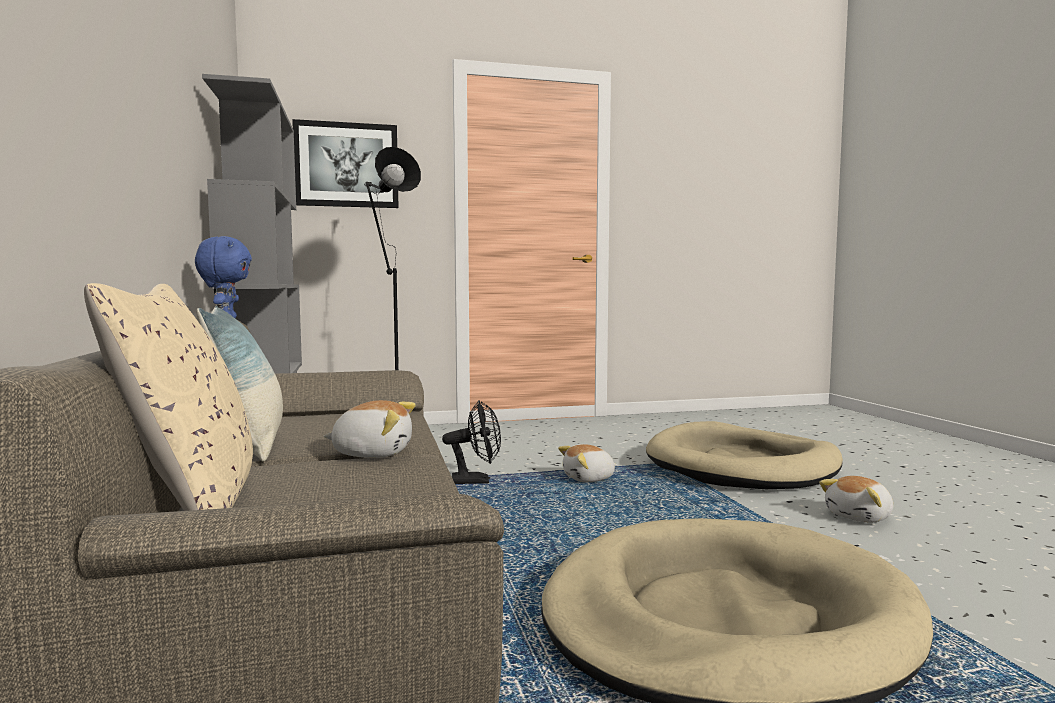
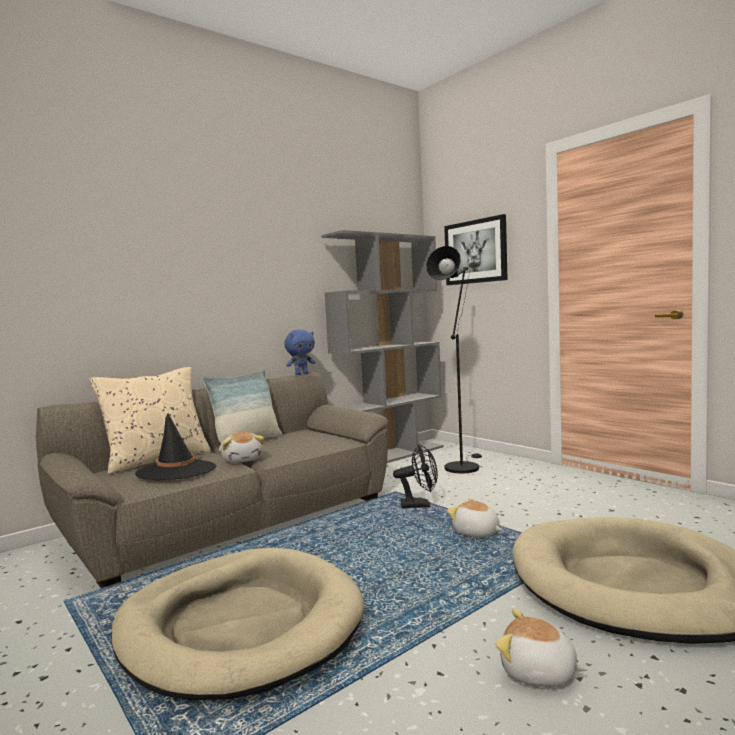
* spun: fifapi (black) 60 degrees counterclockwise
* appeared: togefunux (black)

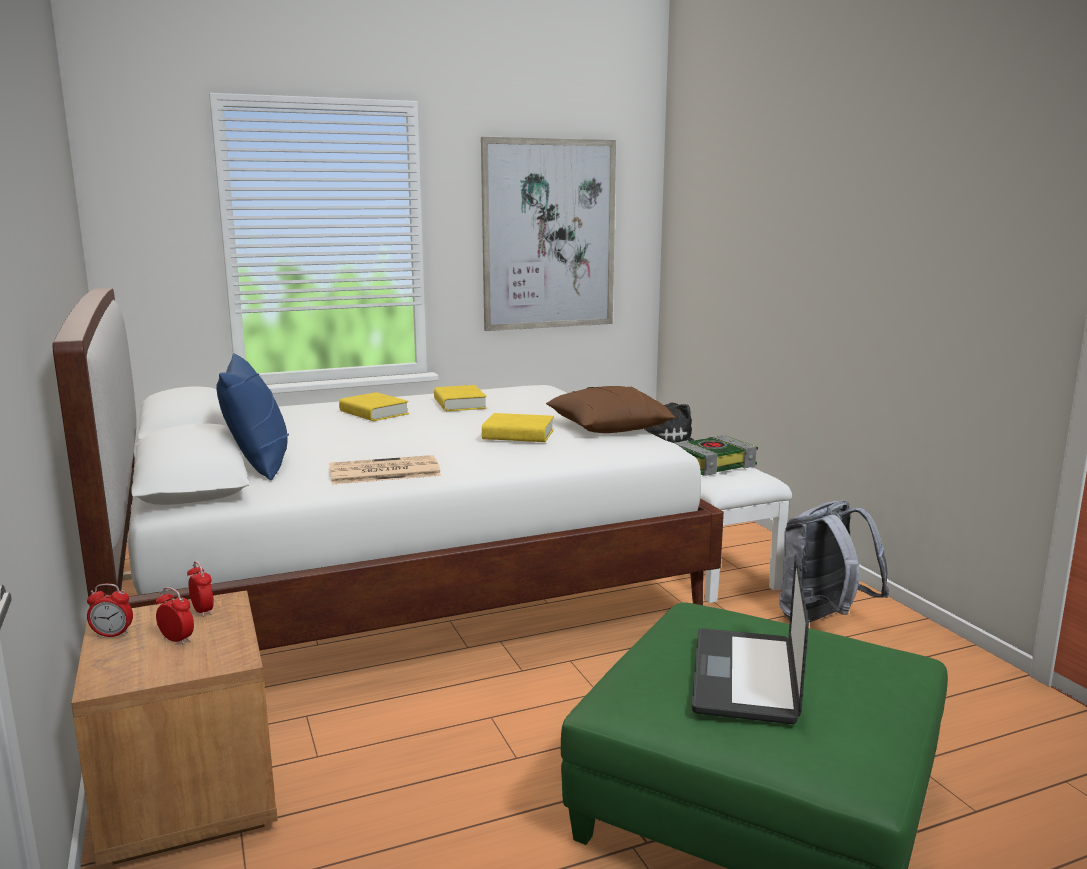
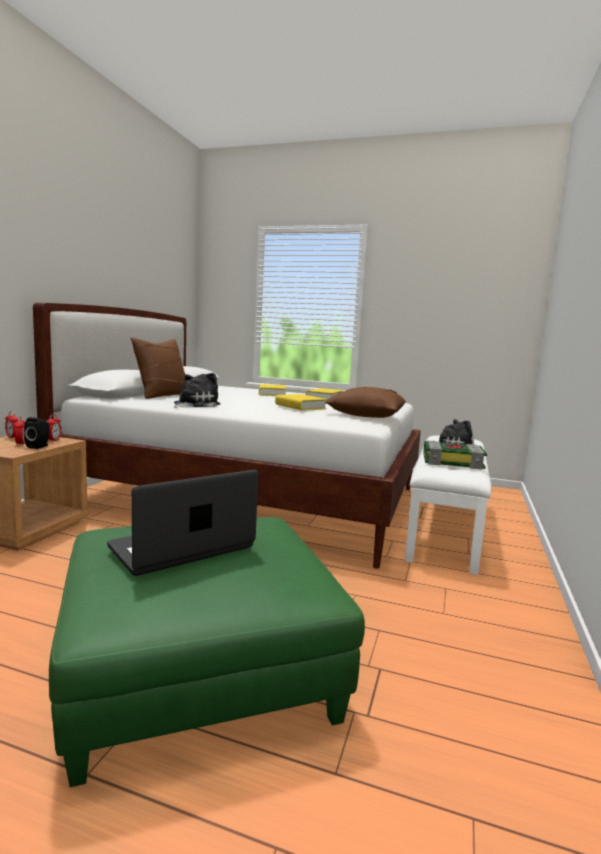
* colour: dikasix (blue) to dikasix (brown) (no. 1 from left)
* exchanged: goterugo to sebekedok (no. 1 from left)
* missing: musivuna
* missing: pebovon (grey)
* appeared: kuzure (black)

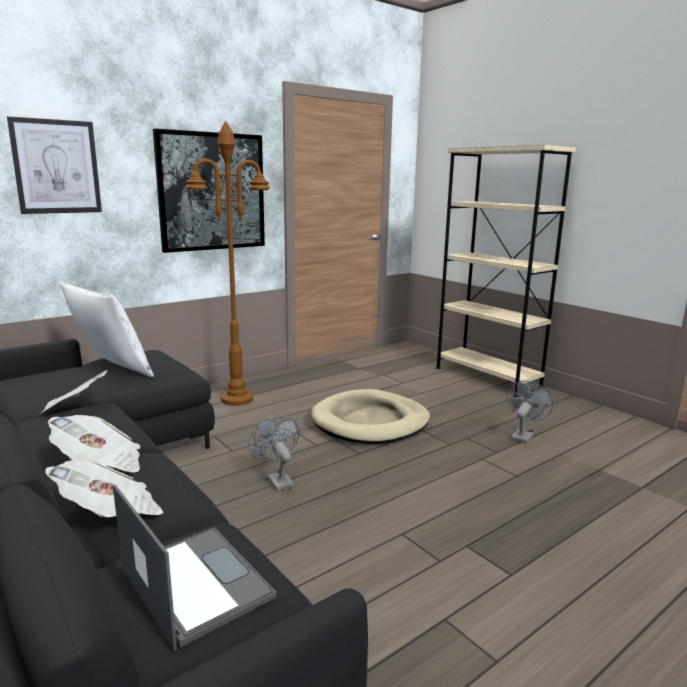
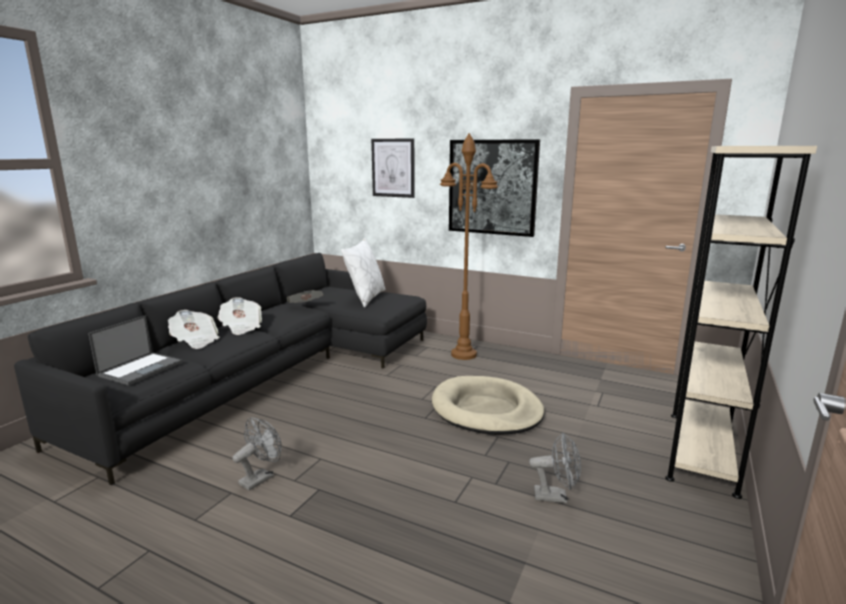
* relocated: fifapi (grey) (no. 1 from left)

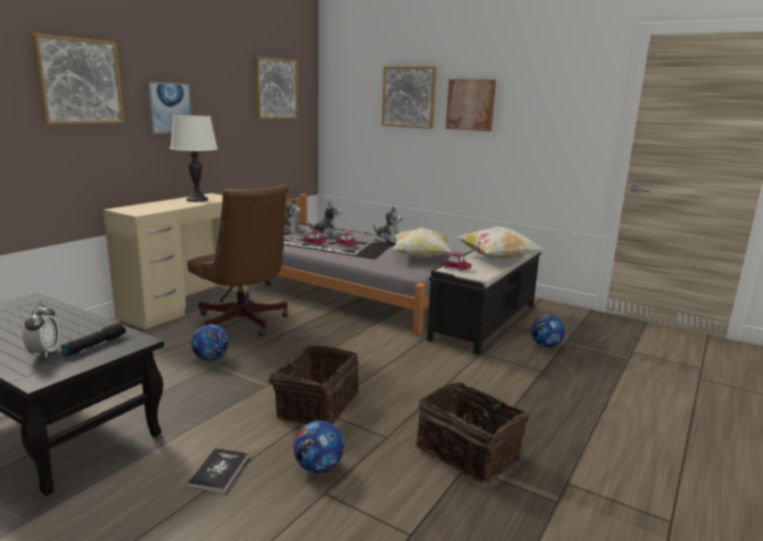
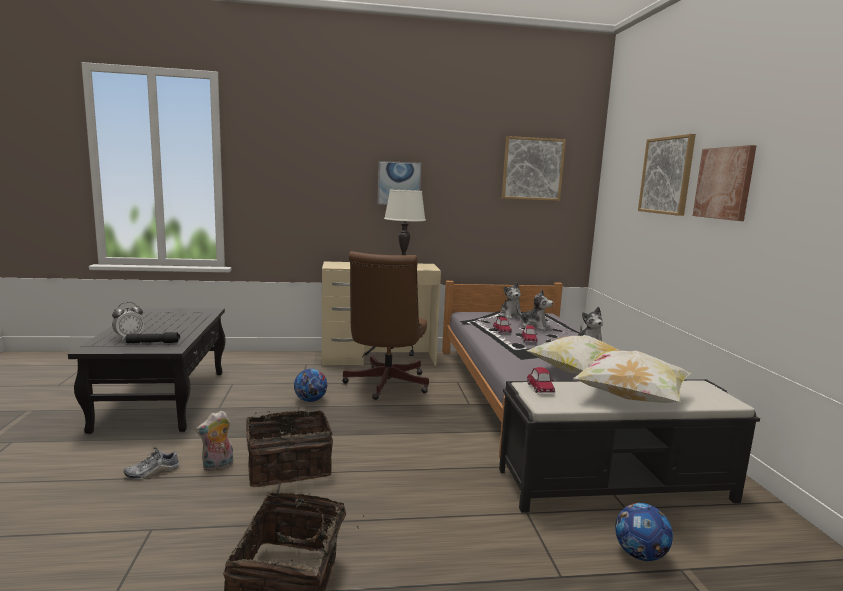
* missing: musivuna (no. 1 from left)
* exchanged: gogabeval to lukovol
* missing: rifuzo (no. 2 from left)
* appeared: sebekedok (no. 1 from left)

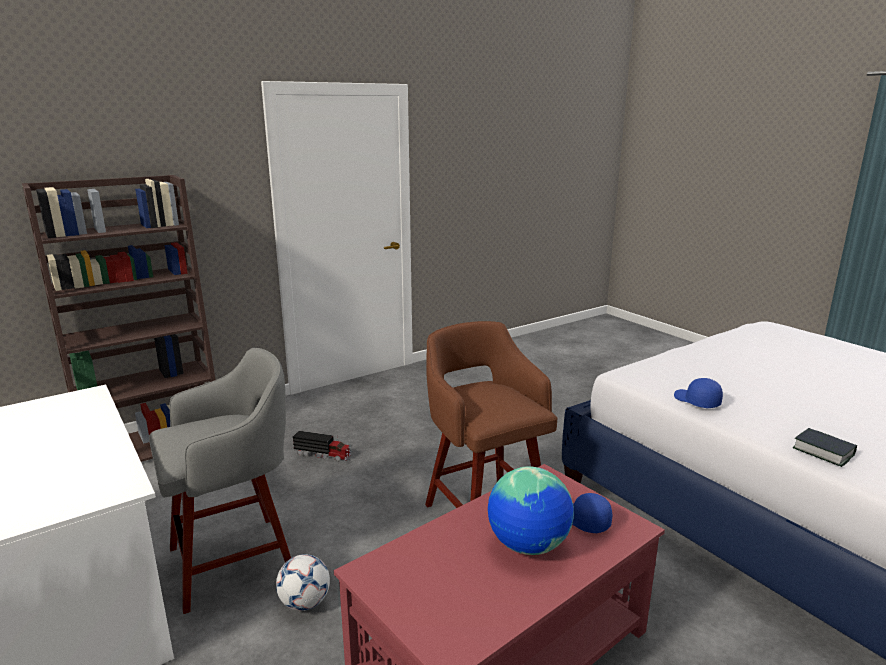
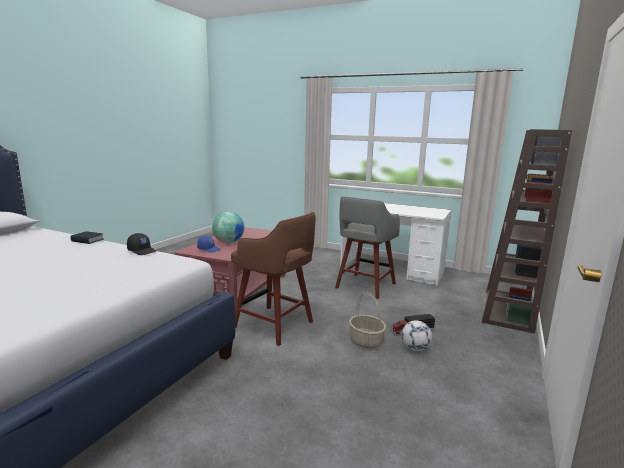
* relocated: rifuzo
* colour: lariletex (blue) (no. 2 from left) to lariletex (black)
* appeared: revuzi

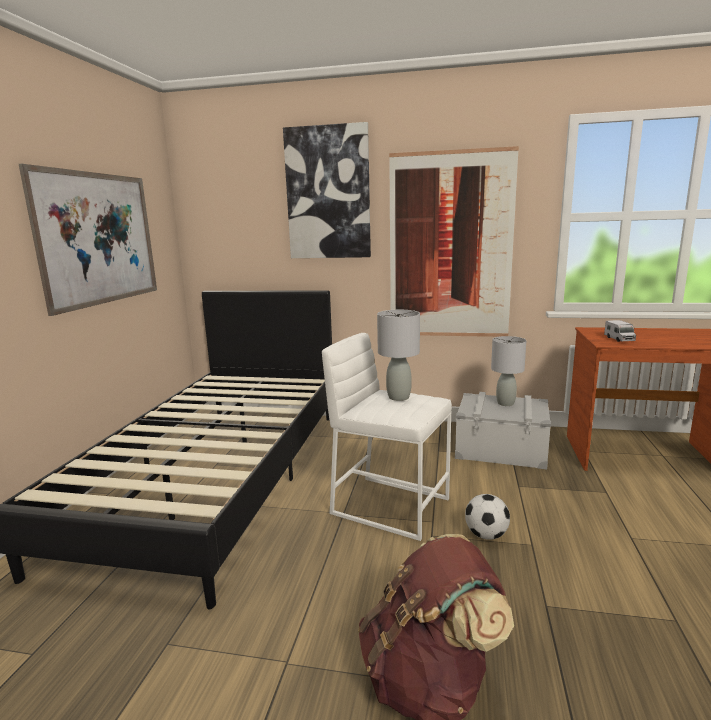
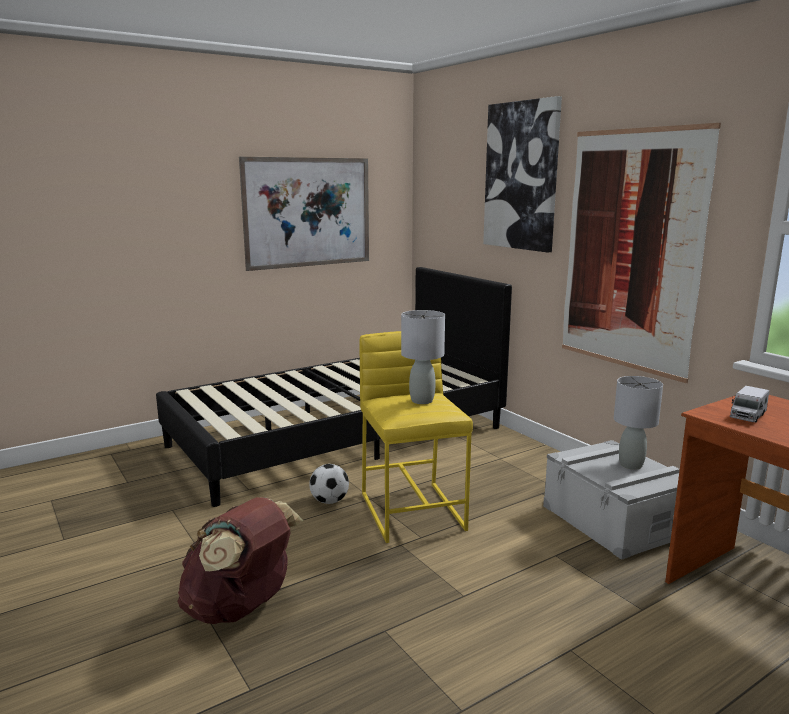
* colour: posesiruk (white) to posesiruk (yellow)
* relocated: rifuzo

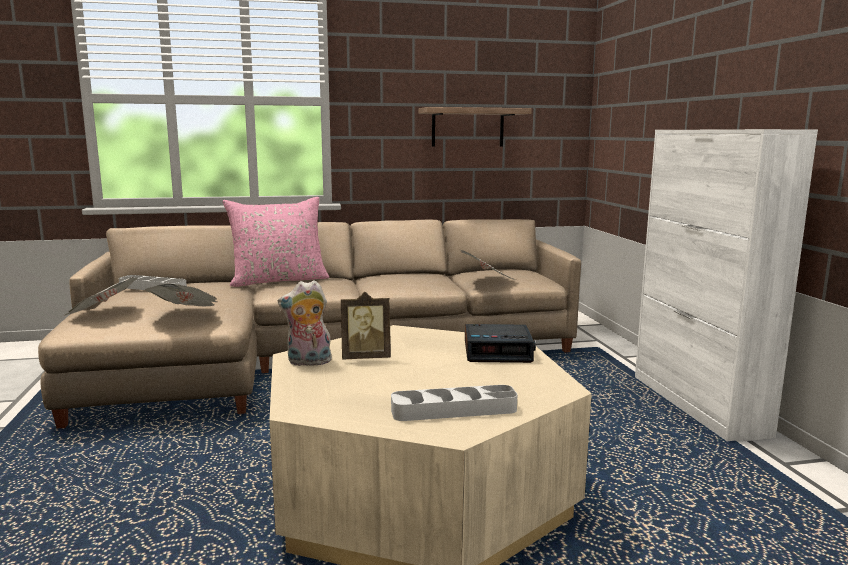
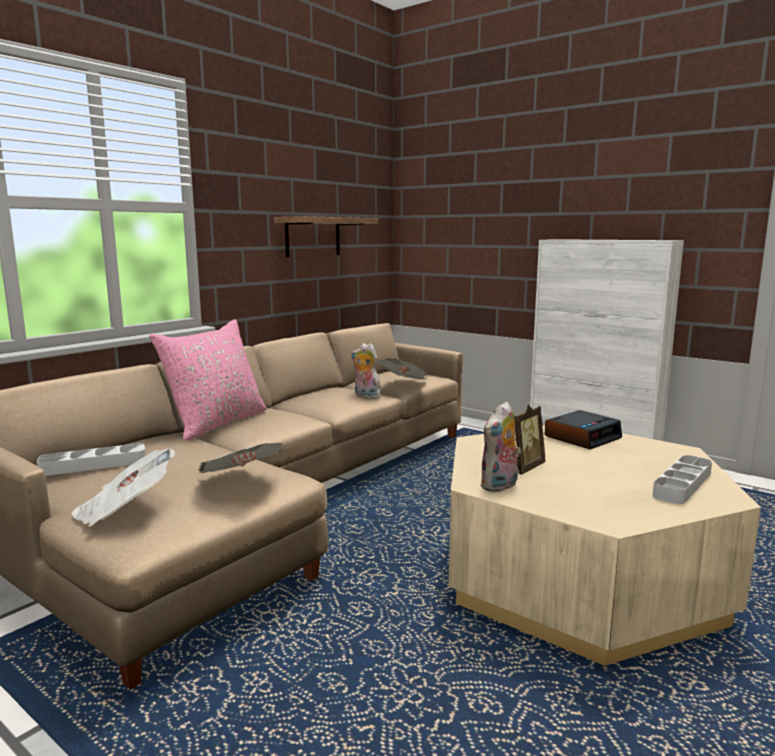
* appeared: sebekedok (no. 1 from left)

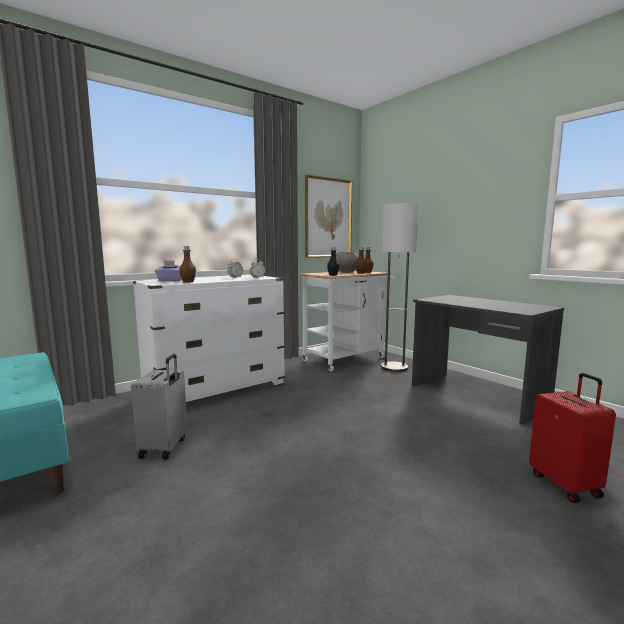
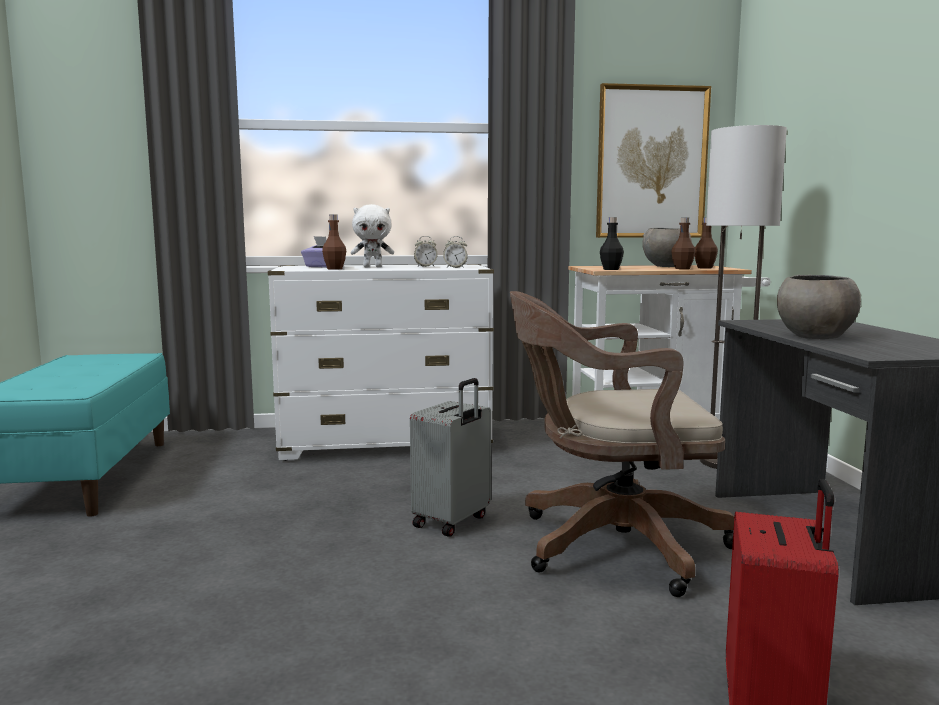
* relocated: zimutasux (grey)
* appeared: sebekedok (white)
* appeared: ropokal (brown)
* appeared: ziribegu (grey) (no. 2 from left)

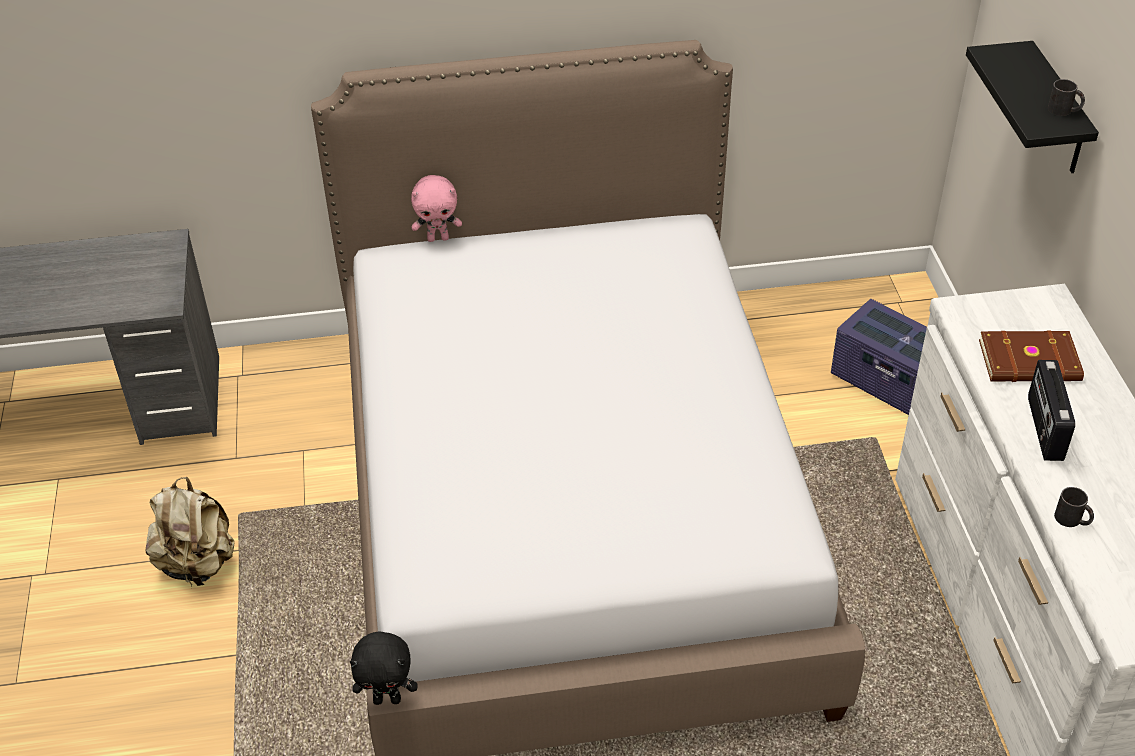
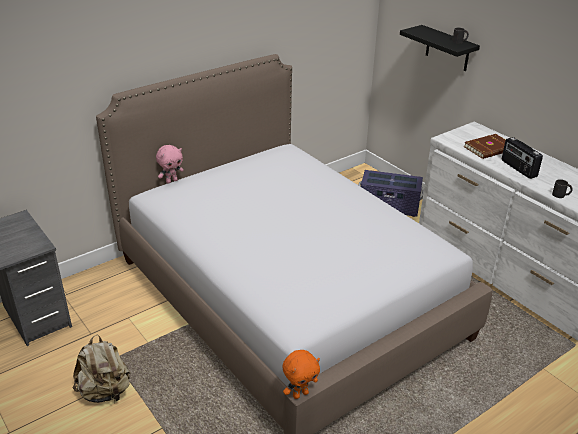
* colour: sebekedok (black) to sebekedok (orange)

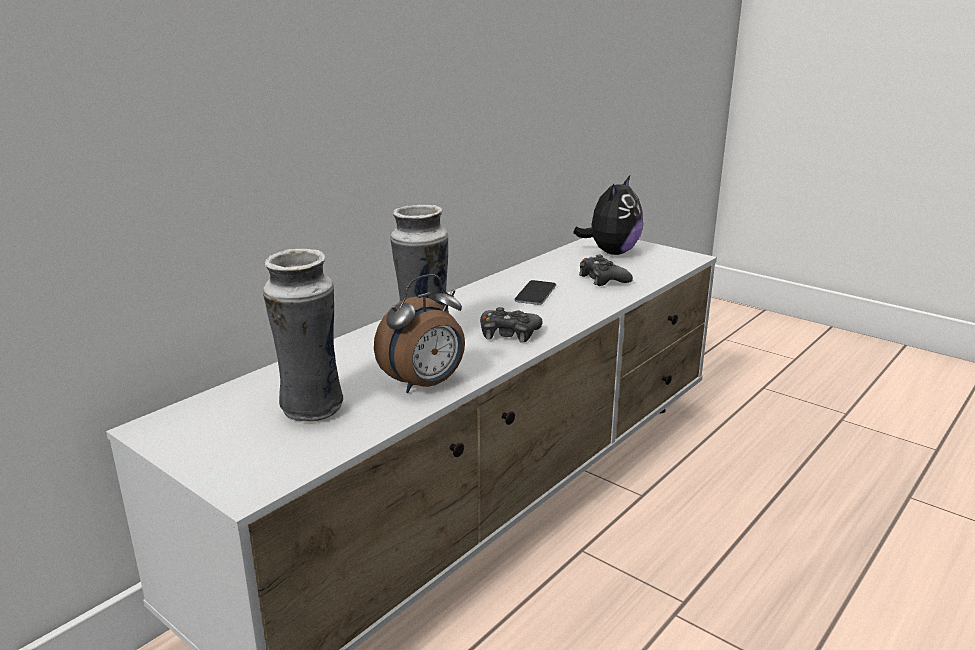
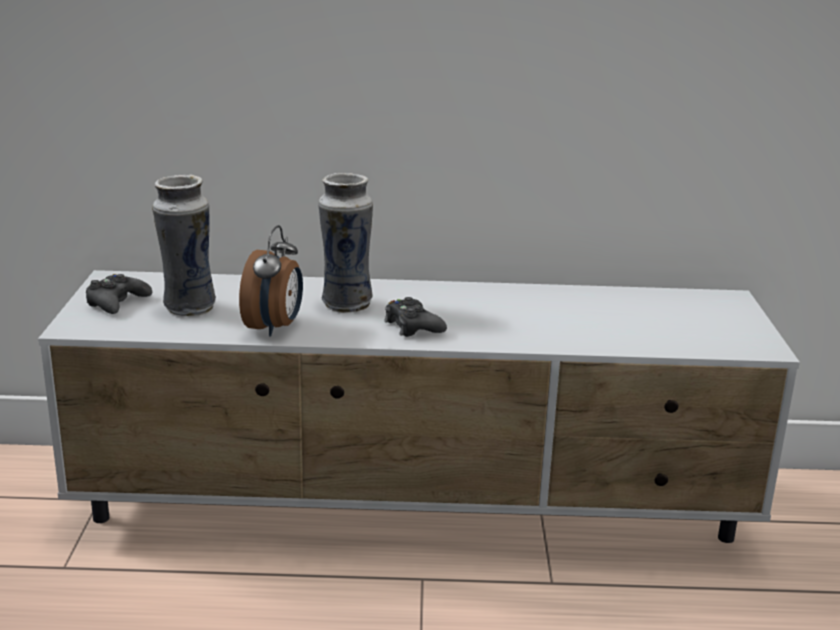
* spun: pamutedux 90 degrees counterclockwise
* missing: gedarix
* missing: sebekedok
* relocated: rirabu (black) (no. 2 from left in the first image) to rirabu (black) (no. 1 from left)

